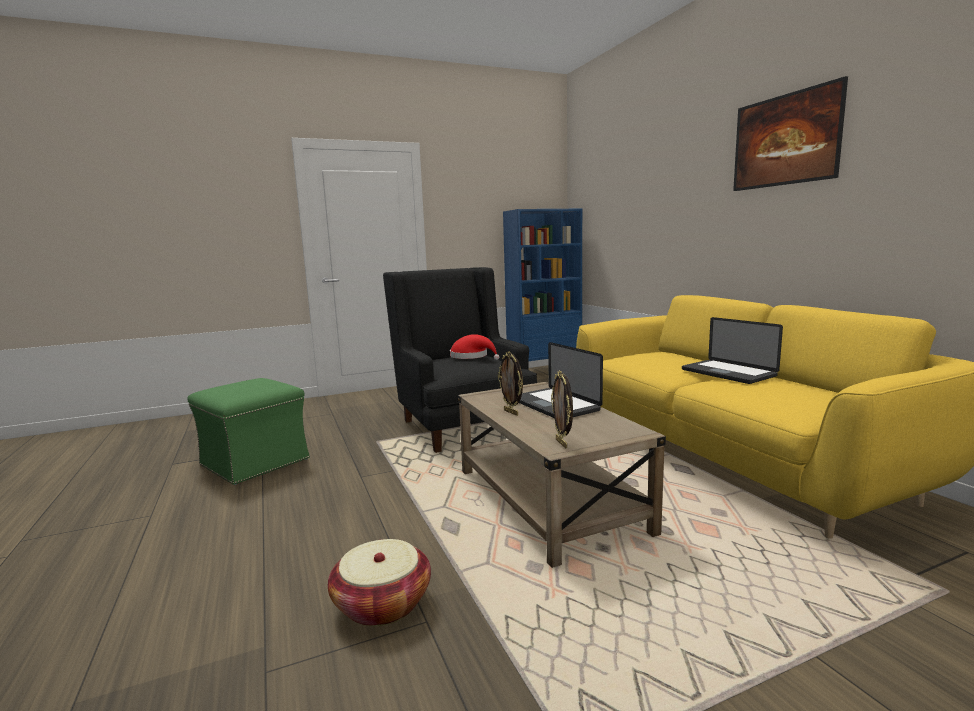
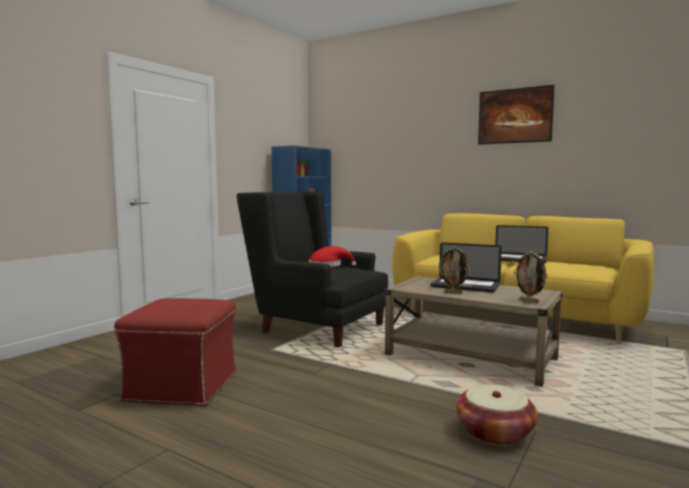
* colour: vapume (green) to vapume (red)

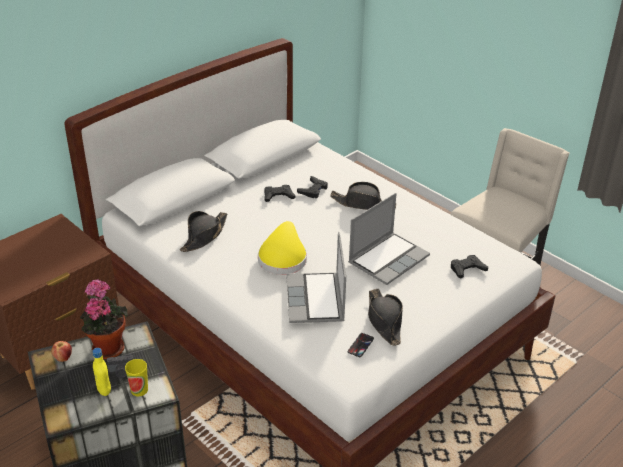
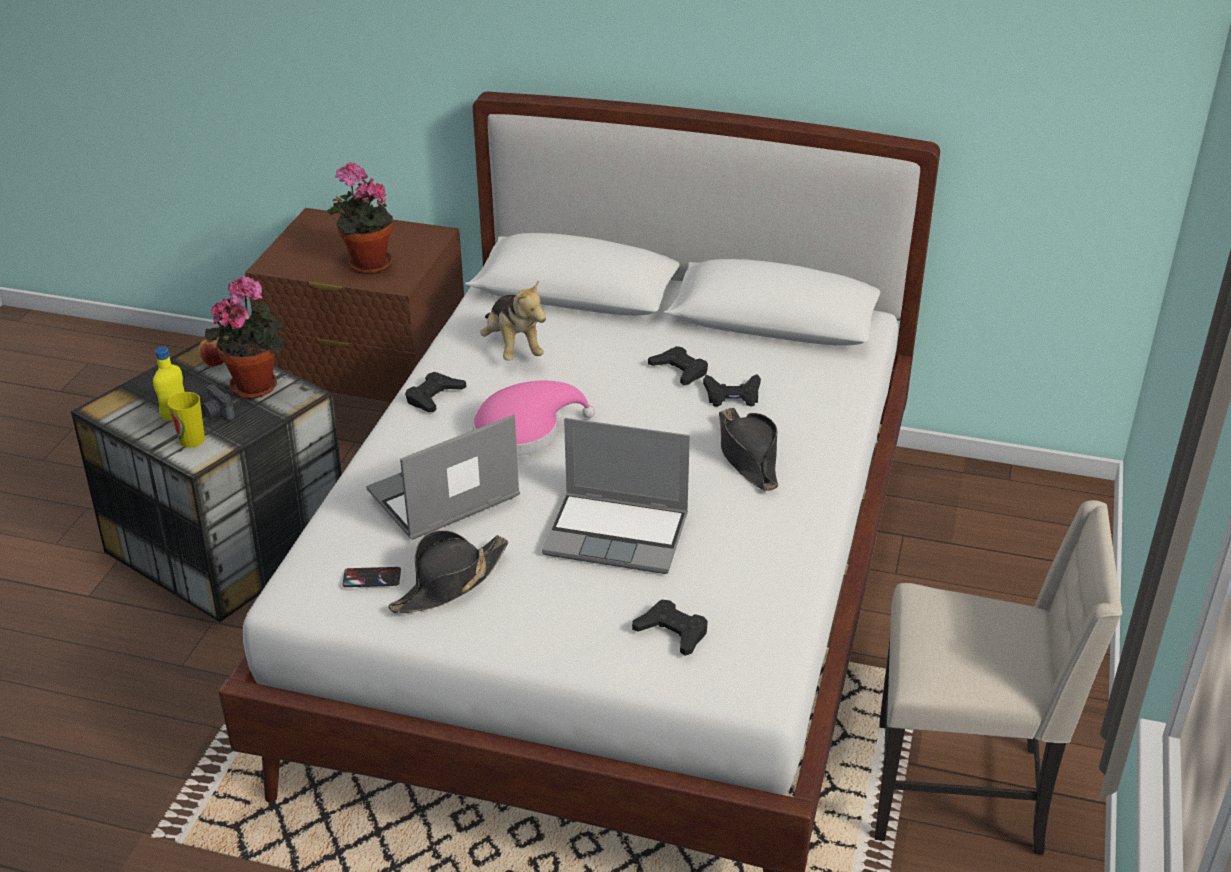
* exchanged: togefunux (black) (no. 1 from left) to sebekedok
* colour: togefunux (yellow) to togefunux (pink)
* appeared: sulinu (no. 2 from left)
* appeared: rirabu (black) (no. 1 from left)

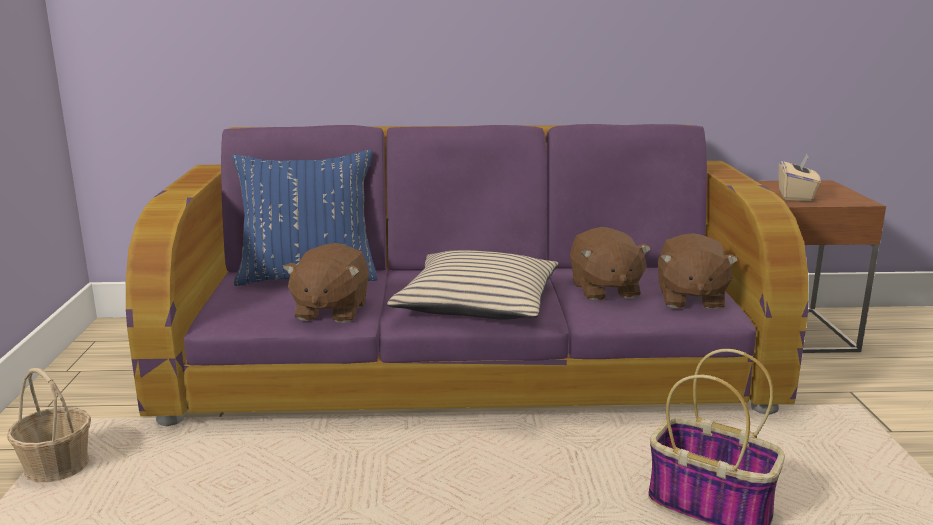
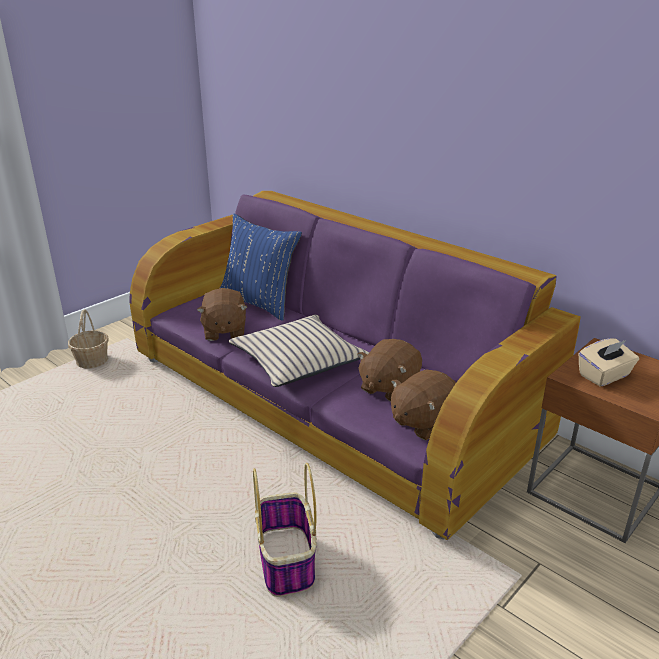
* spun: sebekedok (brown) (no. 1 from left) 60 degrees counterclockwise

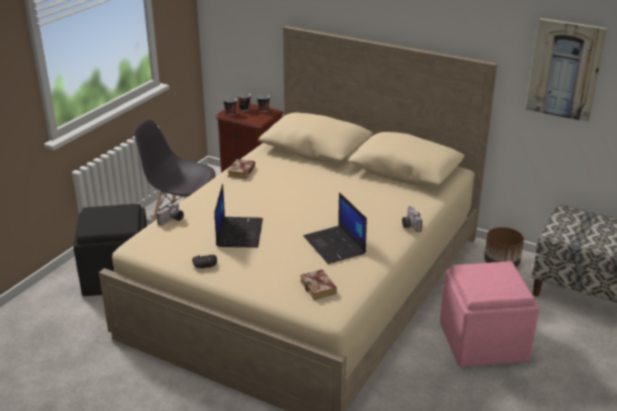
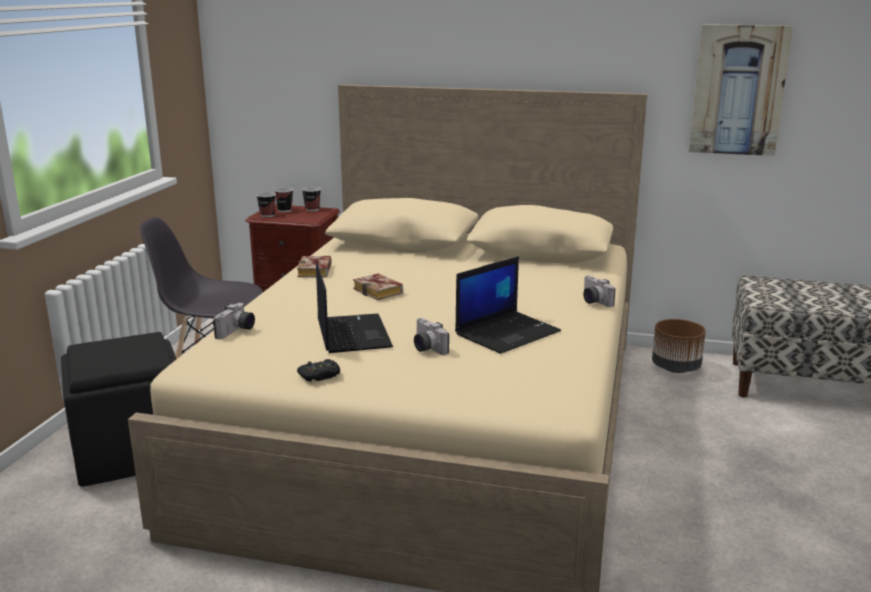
* relocated: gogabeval (no. 2 from left)
* spun: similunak (no. 2 from left) 90 degrees counterclockwise
* missing: vapume (pink)
* appeared: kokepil (no. 2 from left)

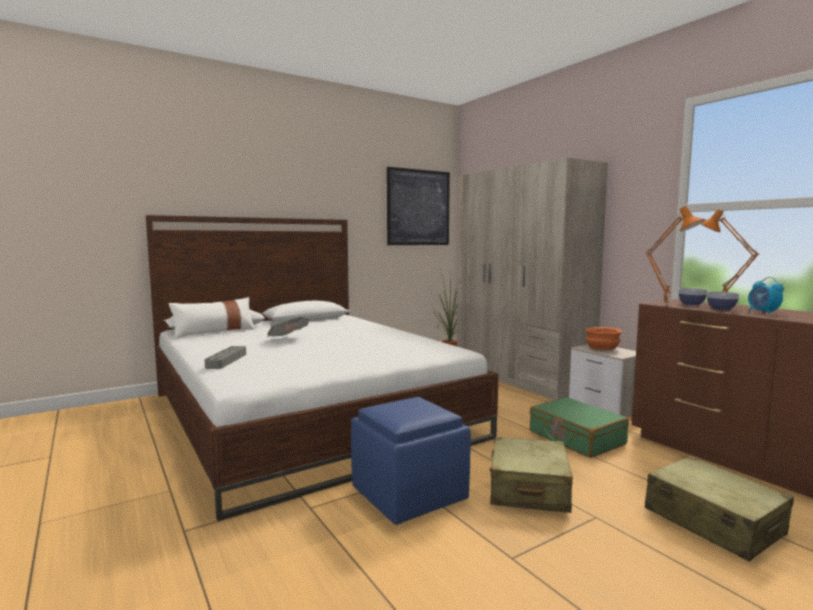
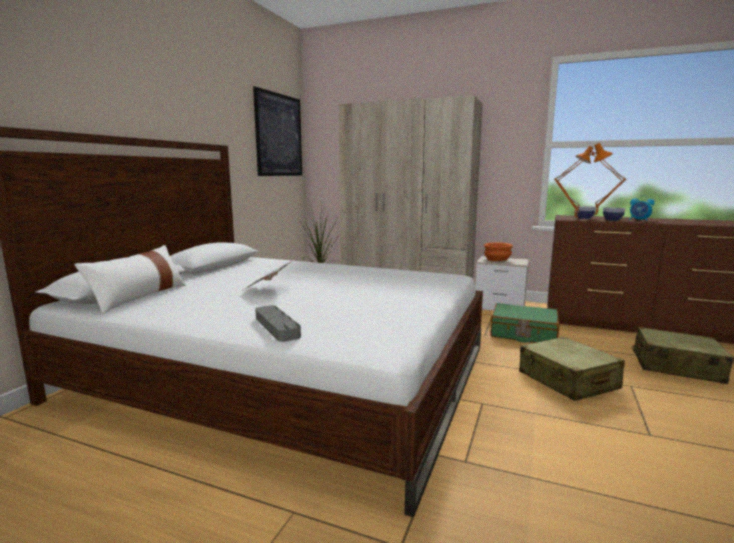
* missing: vapume (blue)

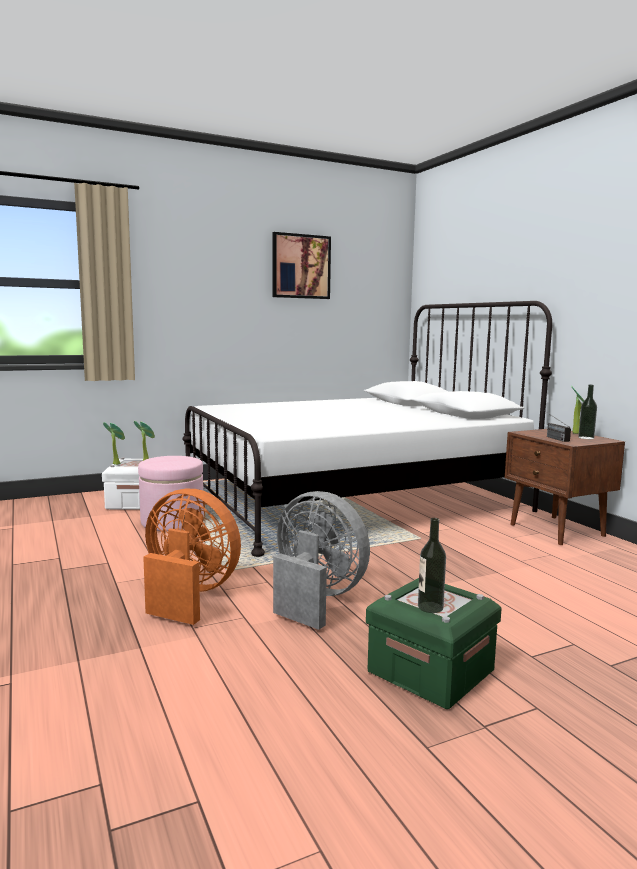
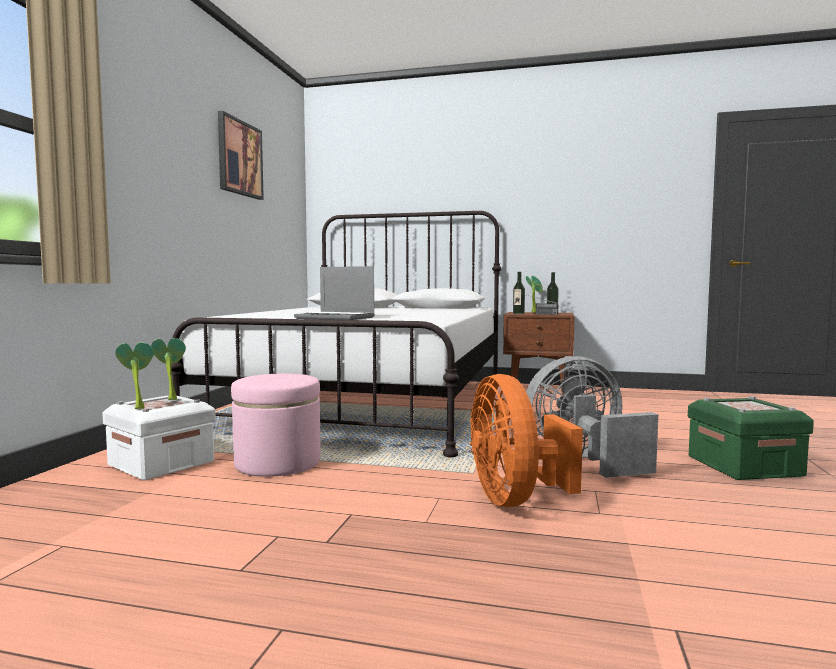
* spun: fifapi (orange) 75 degrees counterclockwise
* relocated: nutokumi (no. 1 from left)
* appeared: similunak

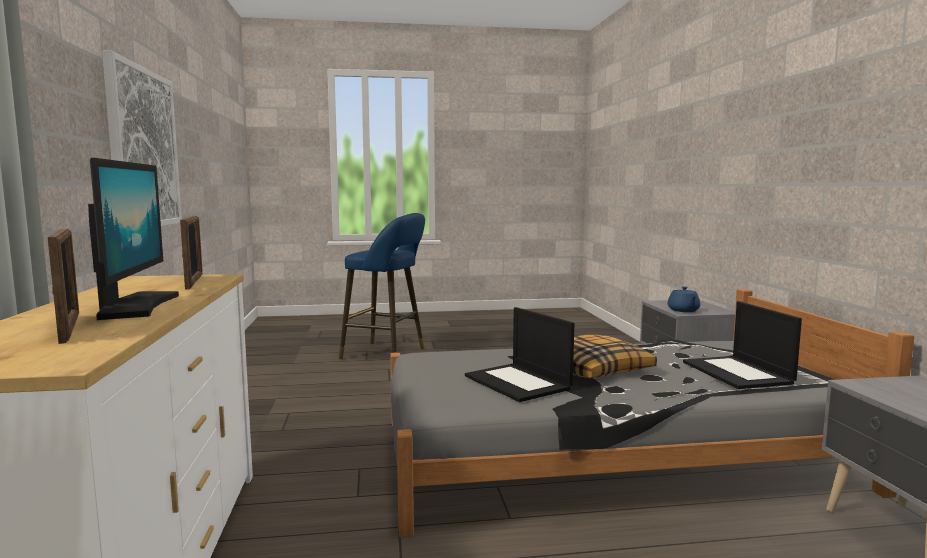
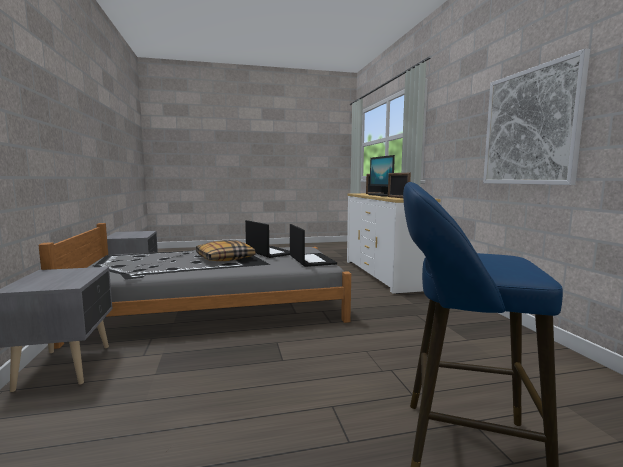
* missing: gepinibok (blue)
* relocated: similunak (no. 2 from left)

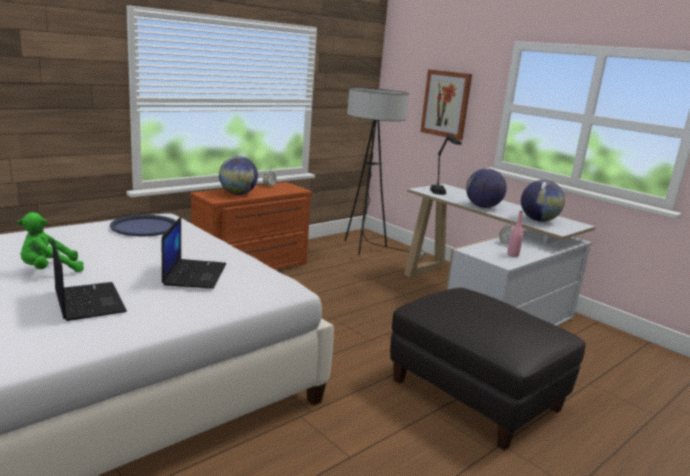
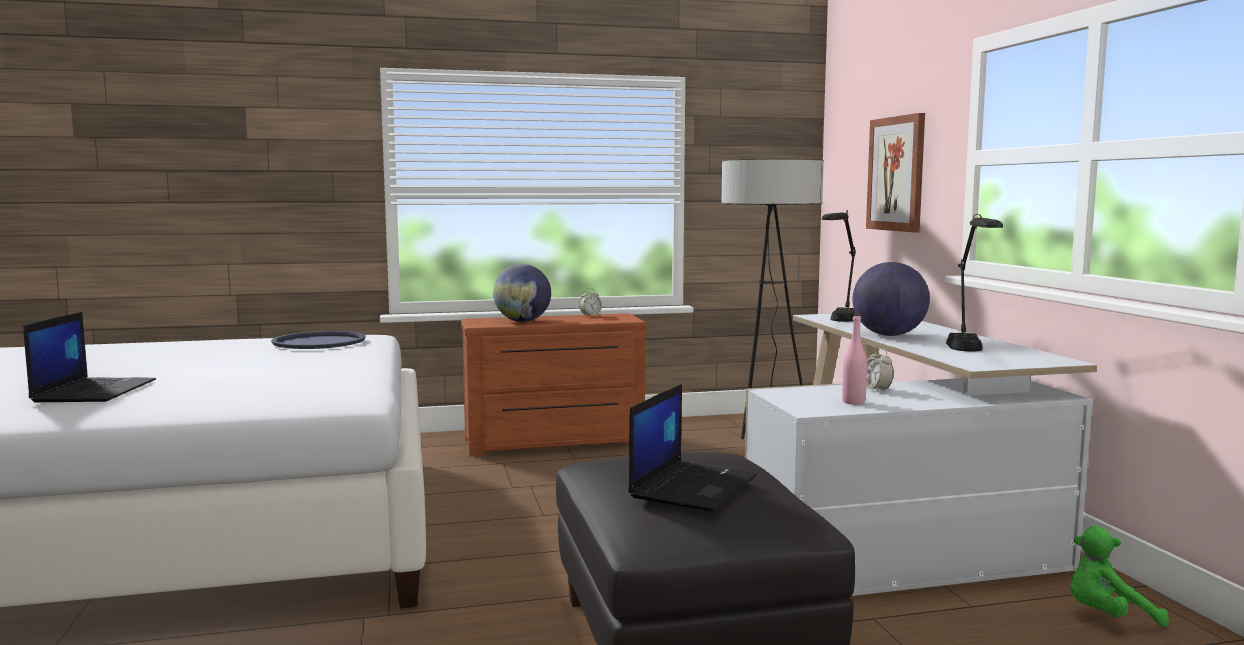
* relocated: sebekedok (green)
* relocated: similunak (no. 2 from left)
* exchanged: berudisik (no. 3 from left) to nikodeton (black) (no. 2 from left)

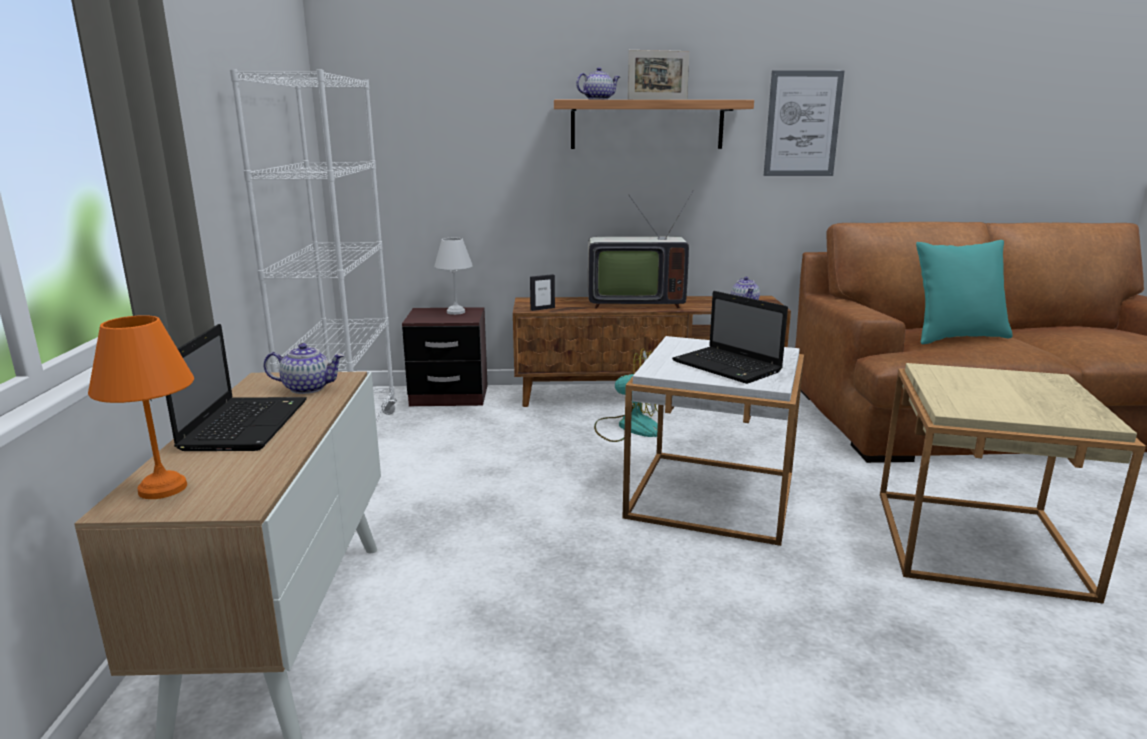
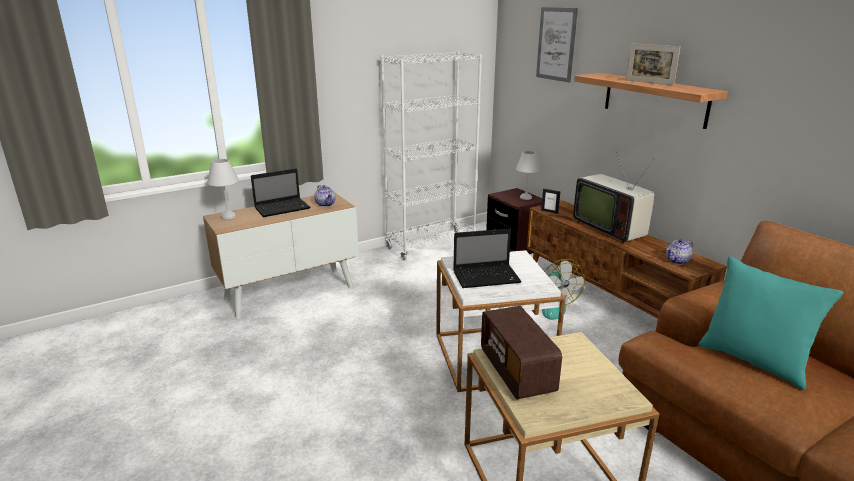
* colour: nikodeton (orange) to nikodeton (white) (no. 1 from left)
* missing: gepinibok (no. 2 from left)
* spun: similunak (no. 2 from left) 120 degrees counterclockwise
* relocated: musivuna
* appeared: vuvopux

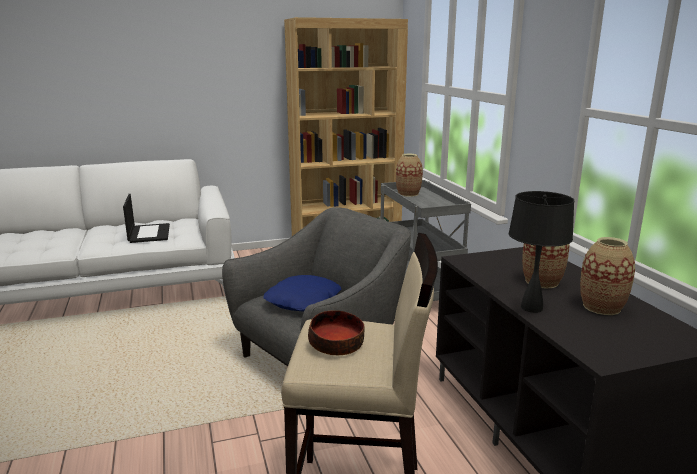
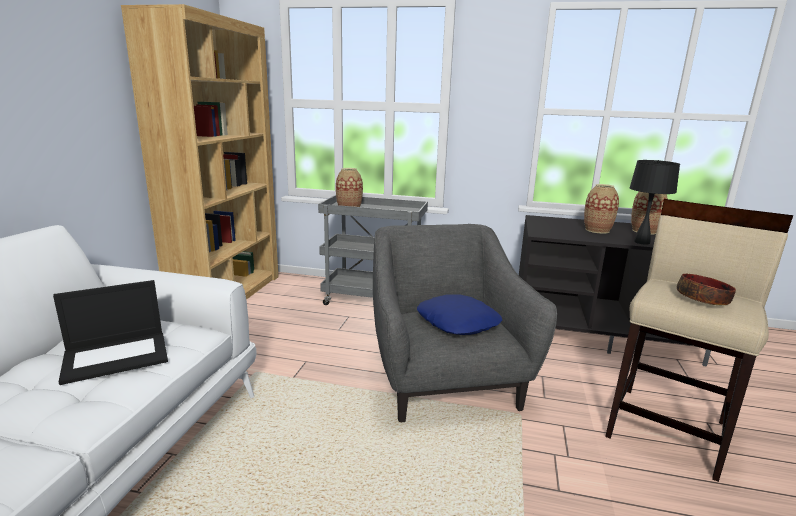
* spun: similunak 135 degrees clockwise

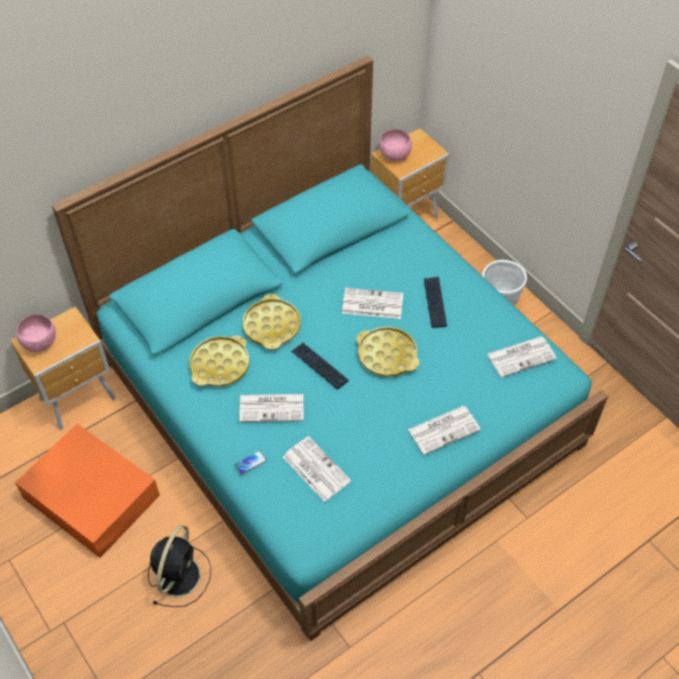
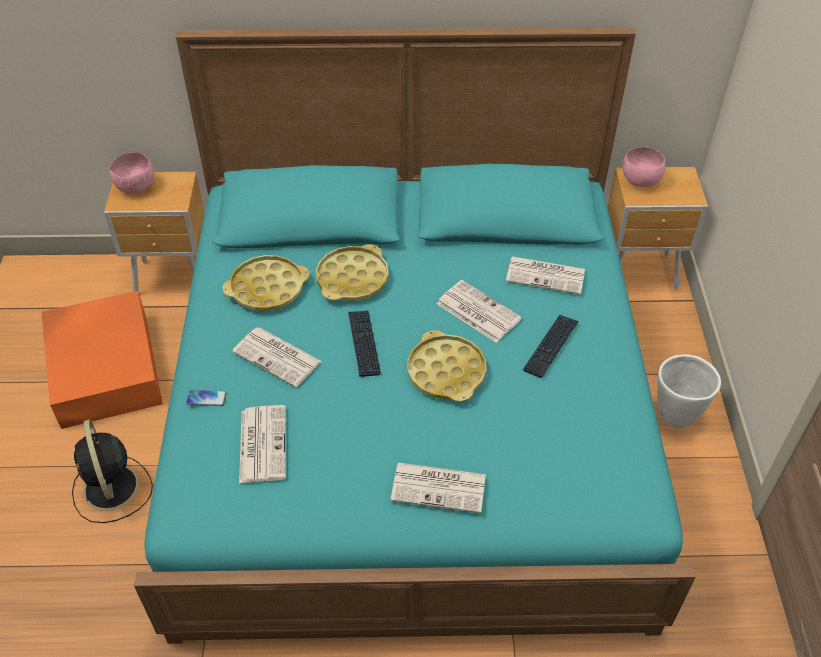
* spun: fifapi (black) 105 degrees clockwise
* relocated: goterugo (no. 5 from left)

